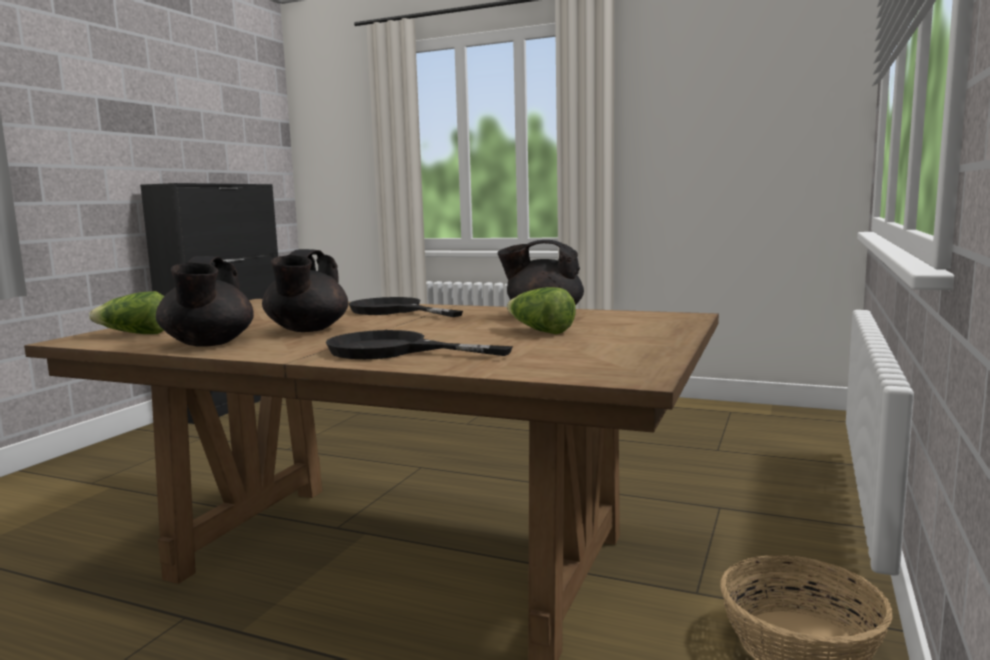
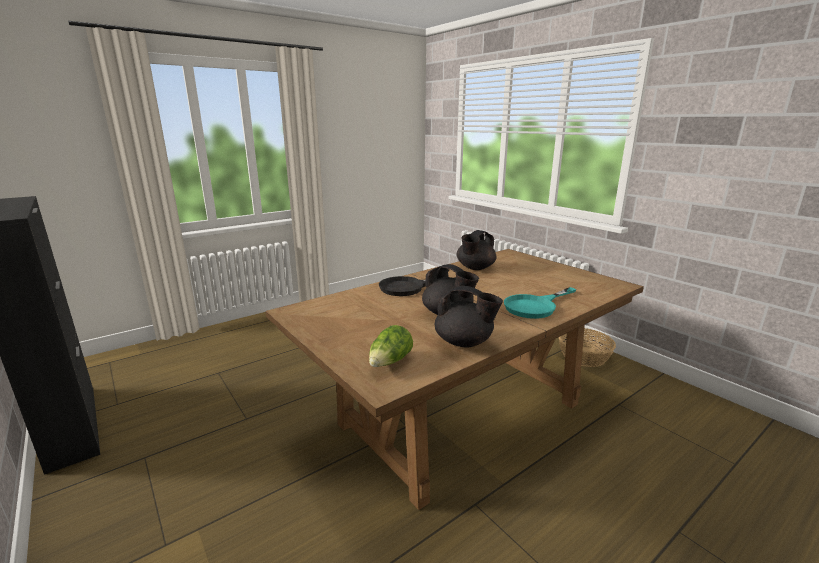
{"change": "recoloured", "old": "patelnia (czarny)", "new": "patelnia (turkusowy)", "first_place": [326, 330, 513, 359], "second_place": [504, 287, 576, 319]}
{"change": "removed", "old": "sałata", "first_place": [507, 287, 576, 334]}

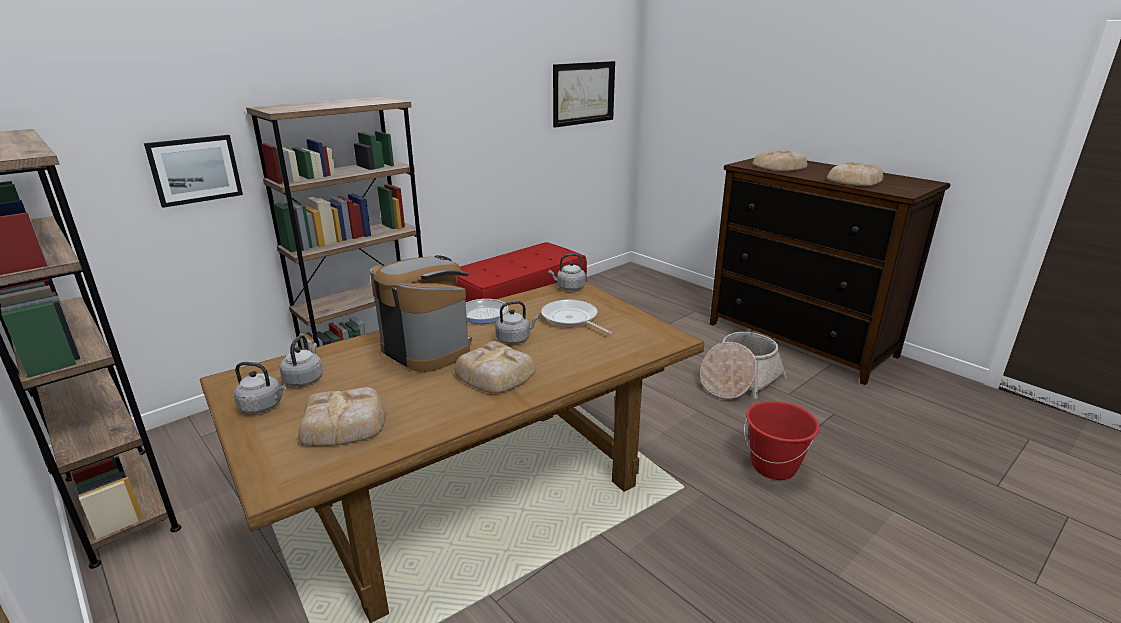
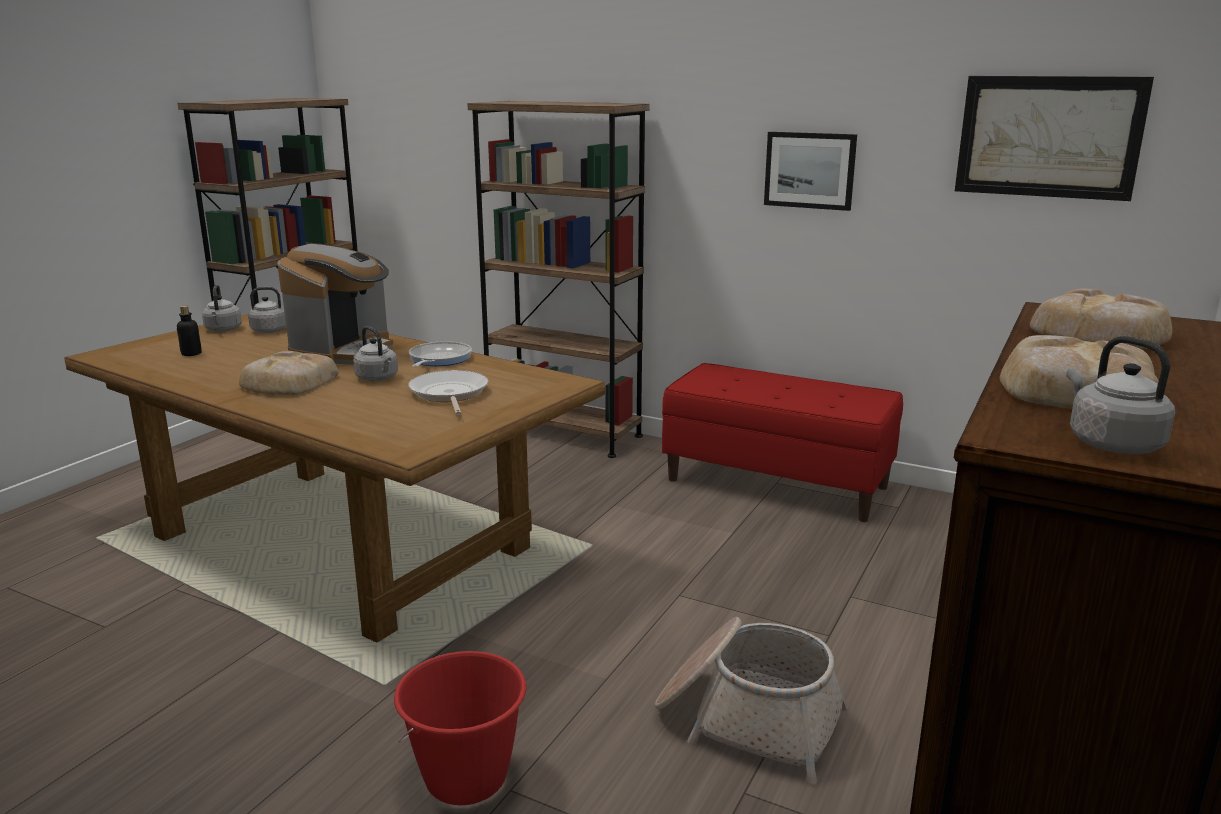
{"change": "replaced", "old": "chleb", "new": "butelka", "first_place": [298, 387, 387, 446], "second_place": [177, 305, 202, 356]}
{"change": "turned", "old": "patelnia", "first_place": [541, 299, 613, 335], "second_place": [408, 370, 488, 415], "degrees": -45}
{"change": "moved", "old": "obraz", "first_place": [144, 135, 243, 208], "second_place": [764, 132, 857, 211]}
{"change": "moved", "old": "czajnik (szary)", "first_place": [548, 254, 586, 291], "second_place": [1066, 336, 1175, 454]}

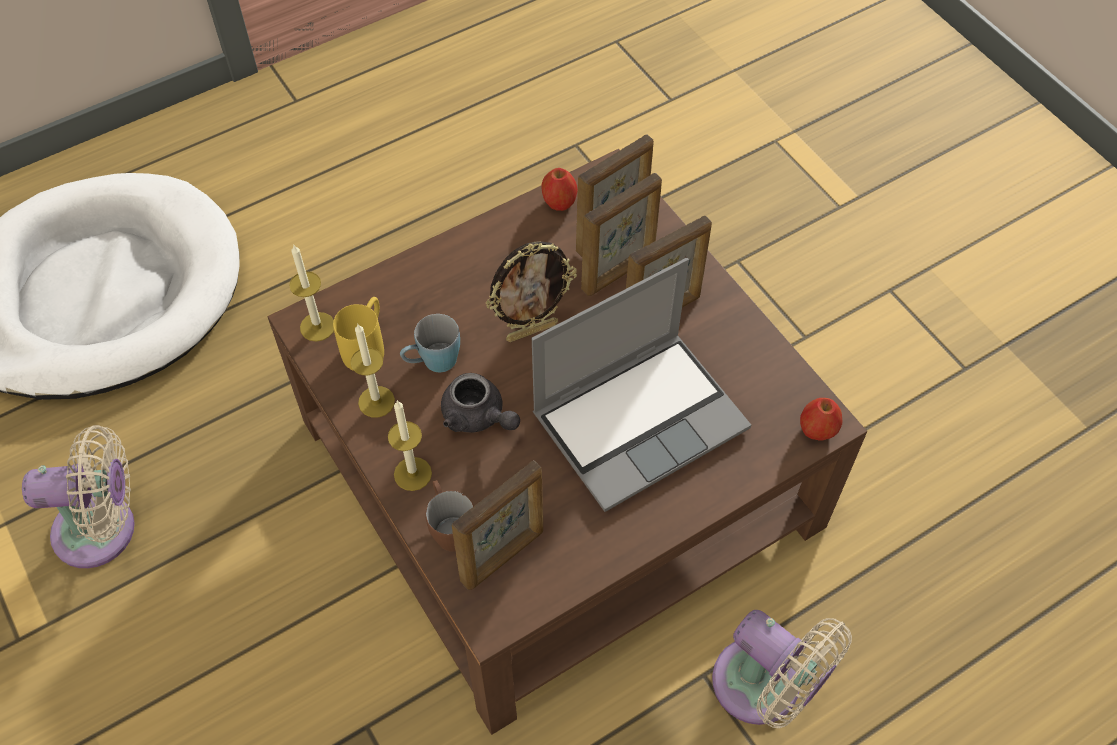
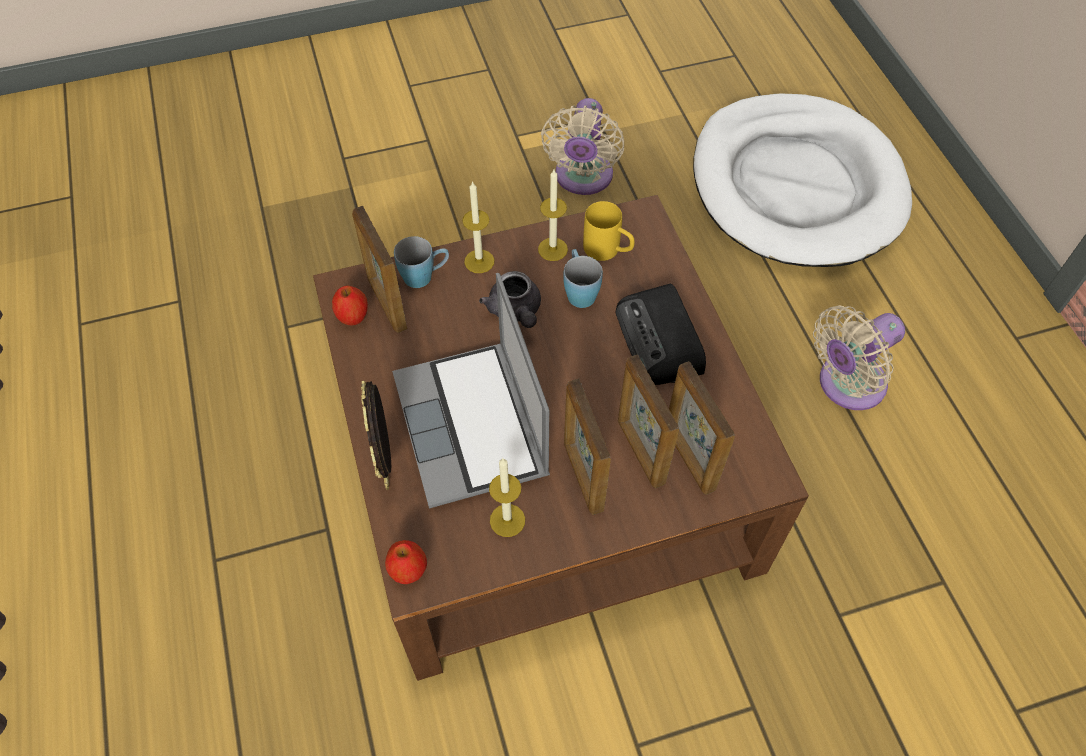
{"change": "moved", "old": "jabłko", "first_place": [541, 168, 578, 211], "second_place": [332, 285, 368, 326]}
{"change": "moved", "old": "ramka na zdjęcie", "first_place": [486, 241, 577, 342], "second_place": [361, 381, 391, 491]}
{"change": "recoloured", "old": "kubek (brązowy)", "new": "kubek (niebieski)", "first_place": [425, 480, 474, 552], "second_place": [394, 236, 449, 288]}
{"change": "turned", "old": "imbryk (szary)", "first_place": [441, 373, 520, 433], "second_place": [479, 271, 541, 328], "degrees": -75}
{"change": "moved", "old": "świeca", "first_place": [289, 244, 334, 342], "second_place": [489, 458, 525, 537]}
{"change": "added", "new": "radio", "second_place": [616, 284, 706, 385]}
{"change": "moved", "old": "wentylator (beżowy)", "first_place": [712, 610, 852, 728], "second_place": [813, 305, 905, 410]}

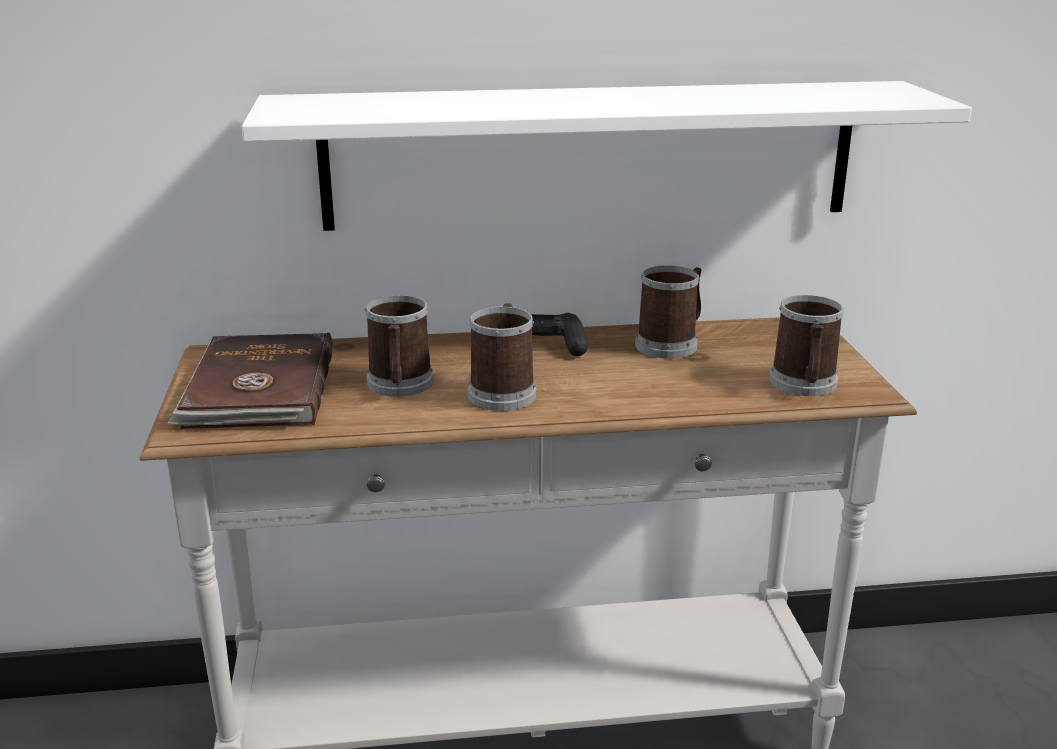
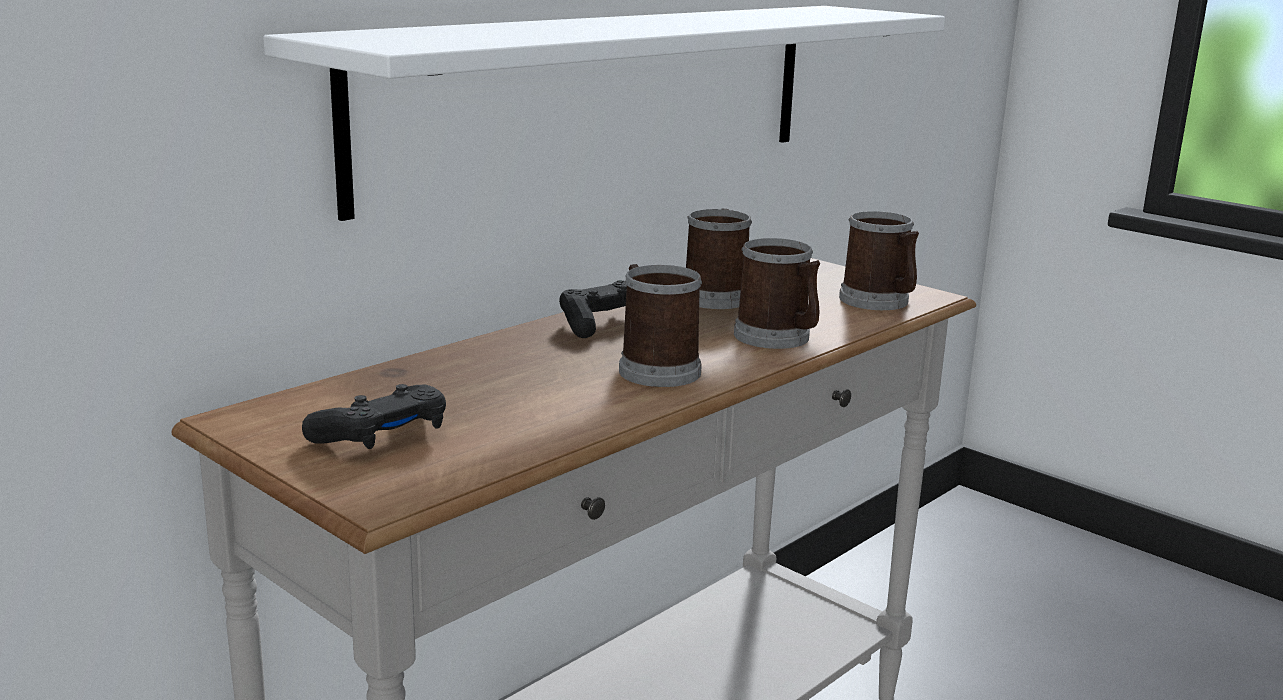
{"change": "replaced", "old": "książka (brązowy)", "new": "pad do gier (czarny)", "first_place": [167, 333, 333, 429], "second_place": [302, 384, 446, 449]}
{"change": "moved", "old": "kubek", "first_place": [365, 295, 434, 397], "second_place": [734, 238, 820, 349]}

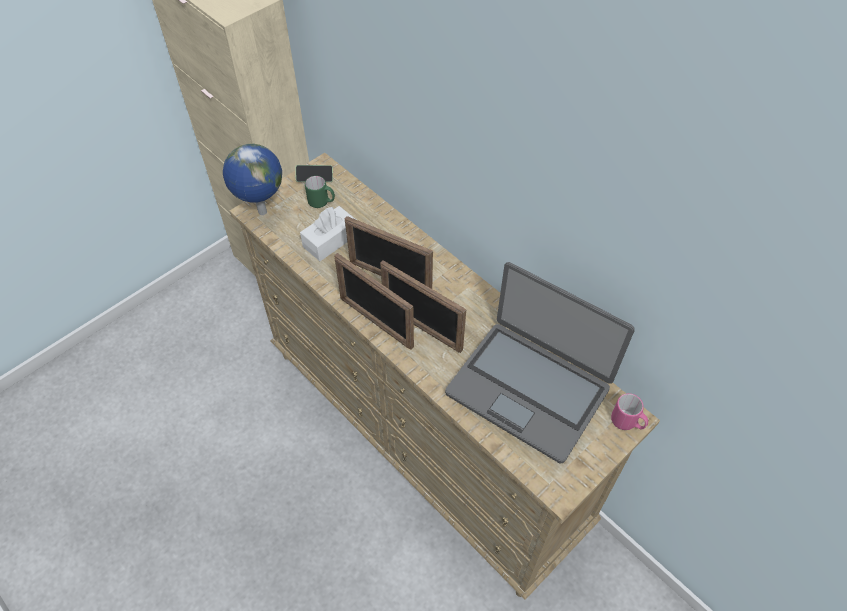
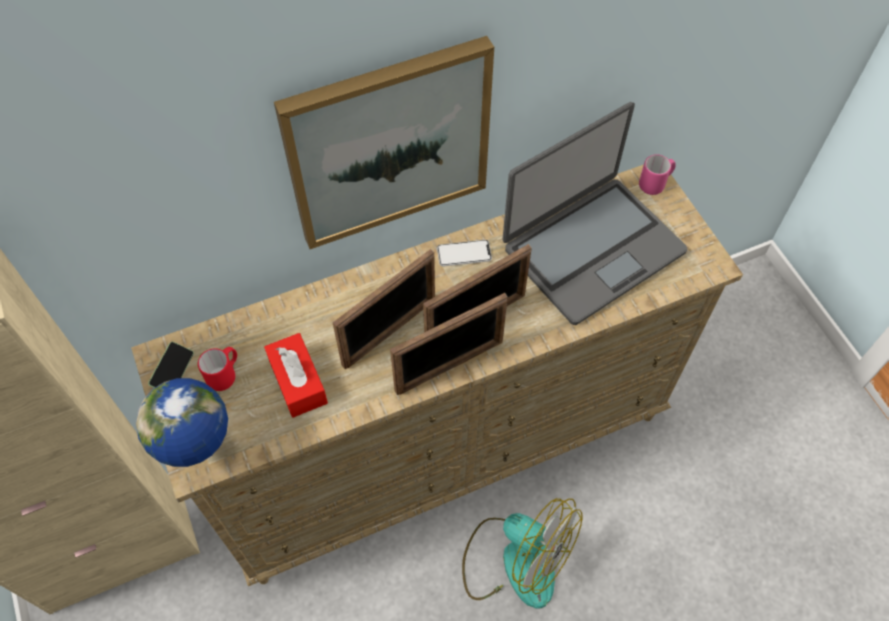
{"change": "recoloured", "old": "kubek (zielony)", "new": "kubek (czerwony)", "first_place": [305, 176, 335, 208], "second_place": [198, 347, 237, 391]}
{"change": "recoloured", "old": "pudełko chusteczek (biały)", "new": "pudełko chusteczek (czerwony)", "first_place": [300, 206, 356, 261], "second_place": [264, 333, 328, 418]}
{"change": "added", "new": "obraz", "second_place": [274, 36, 494, 249]}
{"change": "added", "new": "telefon", "second_place": [437, 240, 492, 267]}
{"change": "added", "new": "wentylator", "second_place": [462, 498, 583, 609]}

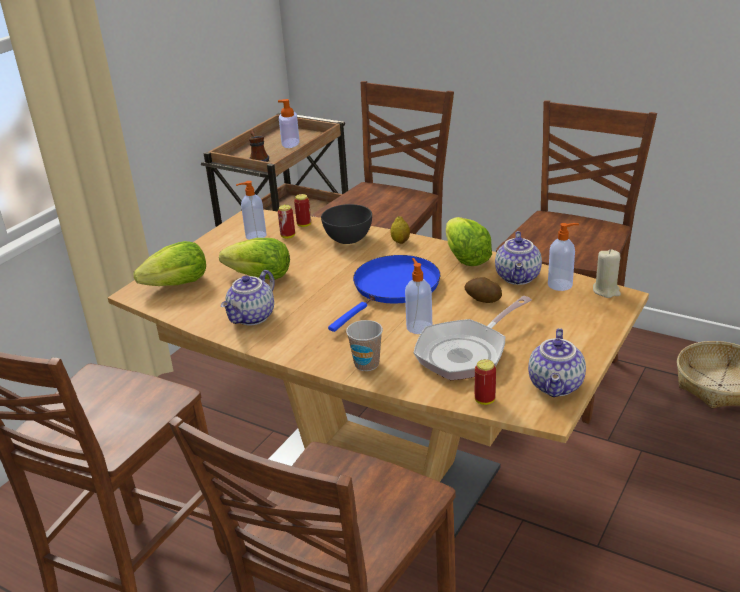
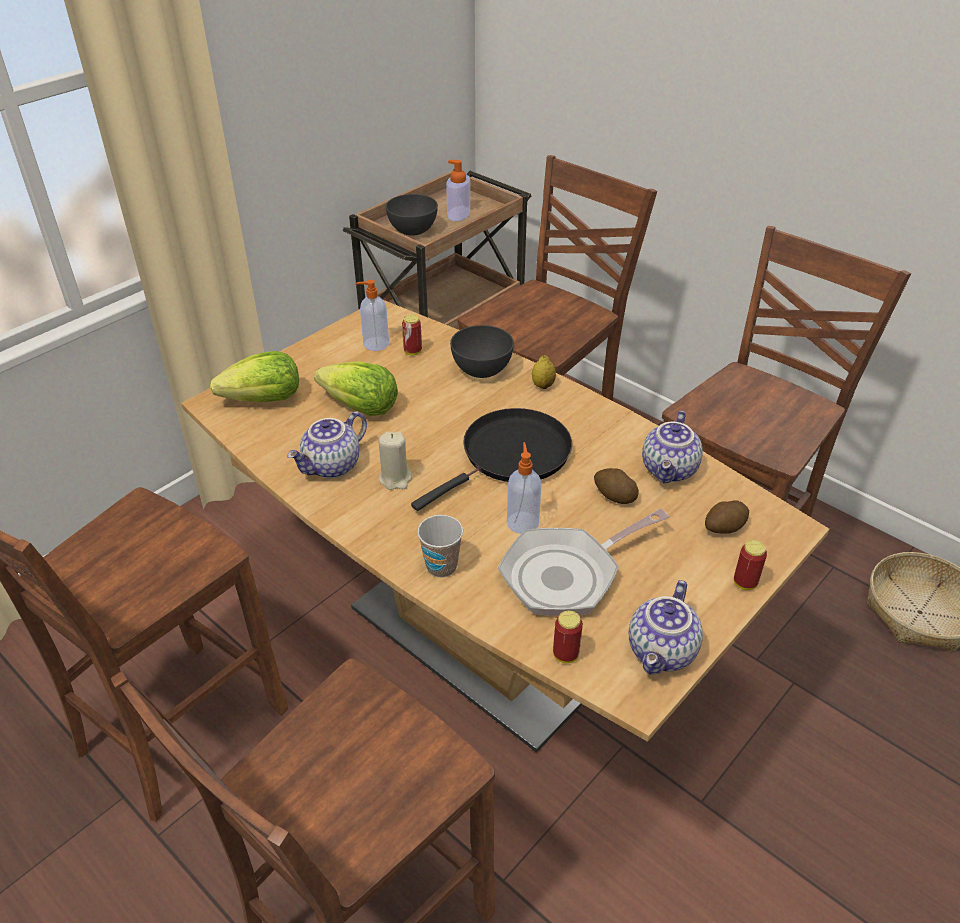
{"change": "moved", "old": "świeca (beżowy)", "first_place": [593, 249, 621, 298], "second_place": [378, 432, 412, 490]}
{"change": "replaced", "old": "kubek", "new": "miska (szary)", "first_place": [249, 130, 269, 162], "second_place": [386, 194, 438, 236]}
{"change": "recoloured", "old": "patelnia (niebieski)", "new": "patelnia (czarny)", "first_place": [328, 255, 441, 332], "second_place": [411, 408, 572, 511]}
{"change": "added", "new": "ziemniak", "second_place": [705, 500, 749, 534]}
{"change": "moved", "old": "puszka", "first_place": [294, 194, 311, 227], "second_place": [734, 540, 767, 590]}
{"change": "removed", "old": "sałata", "first_place": [446, 217, 492, 266]}
{"change": "removed", "old": "dozownik mydła", "first_place": [548, 223, 579, 291]}

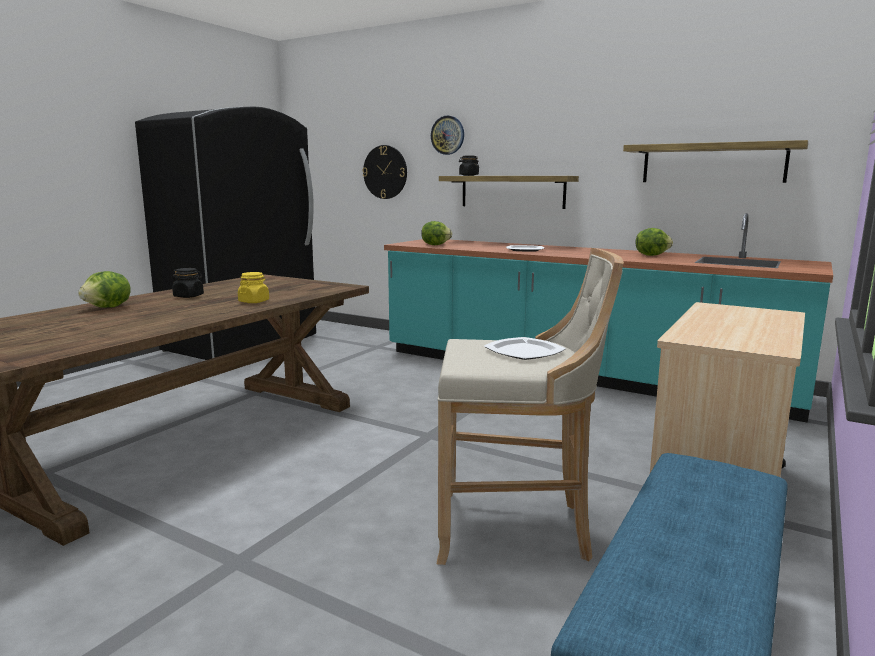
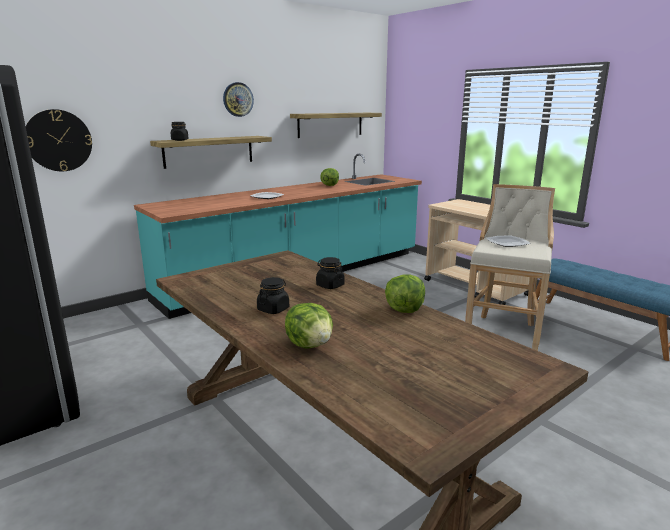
{"change": "moved", "old": "zegar ścienny", "first_place": [431, 116, 464, 155], "second_place": [223, 82, 254, 117]}
{"change": "recoloured", "old": "słoik (żółty)", "new": "słoik (czarny)", "first_place": [238, 272, 269, 303], "second_place": [316, 257, 345, 289]}
{"change": "moved", "old": "sałata", "first_place": [421, 221, 452, 245], "second_place": [385, 275, 425, 313]}

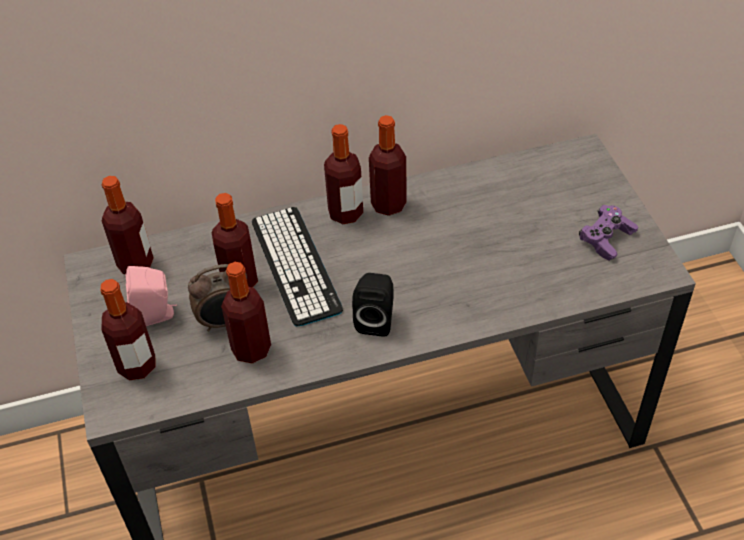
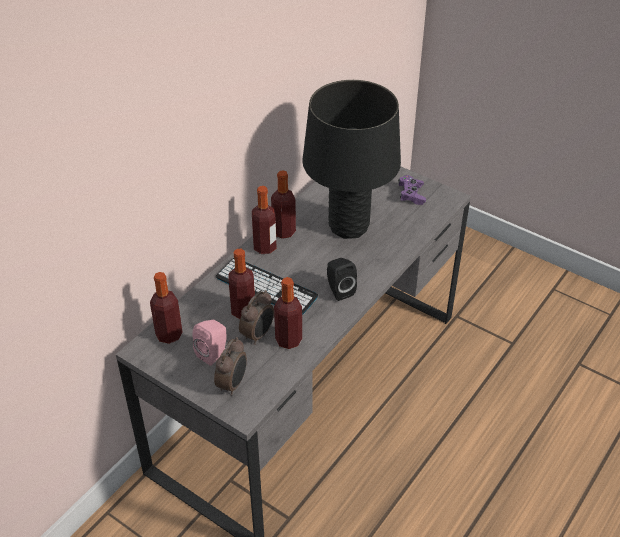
{"change": "replaced", "old": "butelka", "new": "budzik", "first_place": [101, 279, 156, 380], "second_place": [214, 337, 247, 396]}
{"change": "added", "new": "lampa stołowa (czarny)", "second_place": [303, 80, 401, 239]}

